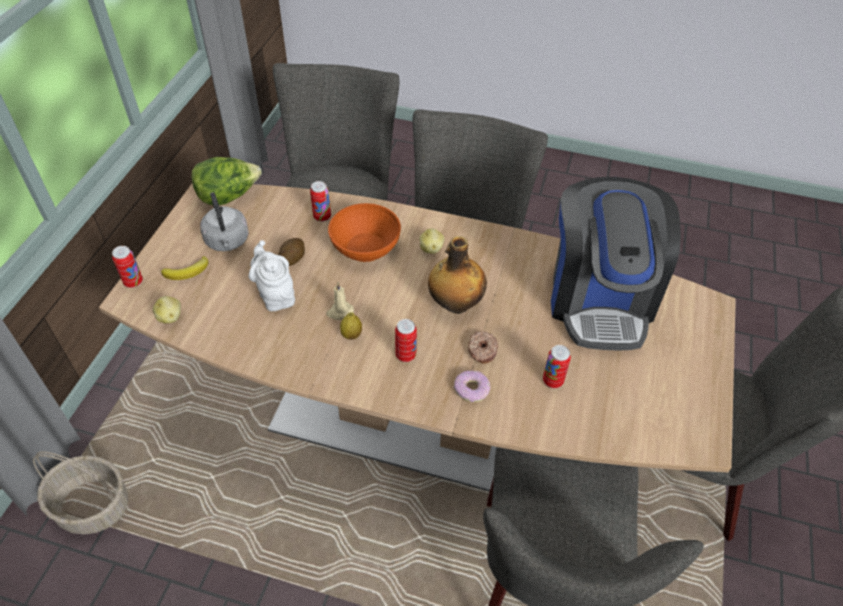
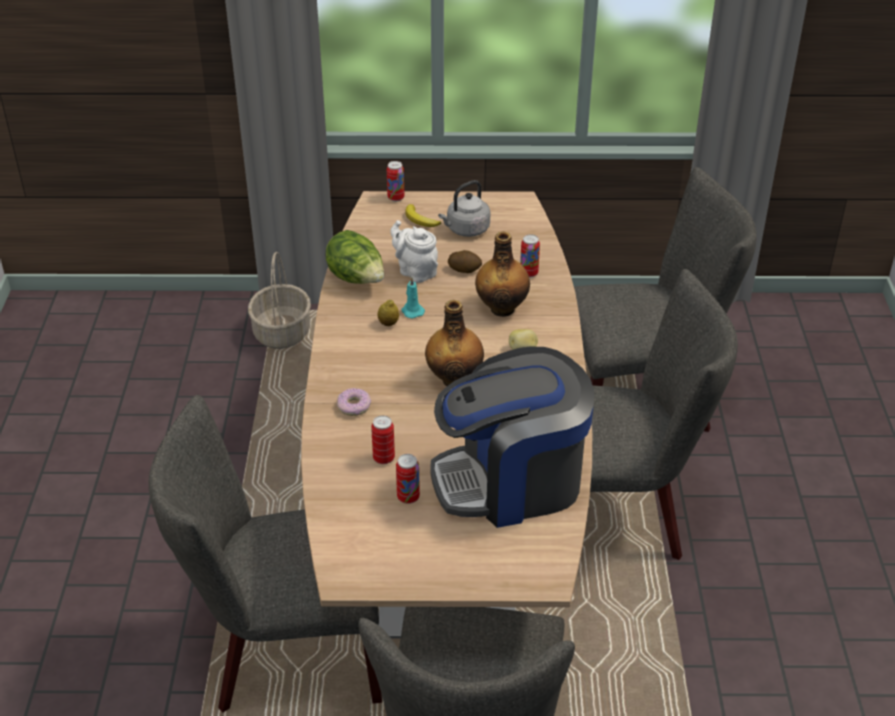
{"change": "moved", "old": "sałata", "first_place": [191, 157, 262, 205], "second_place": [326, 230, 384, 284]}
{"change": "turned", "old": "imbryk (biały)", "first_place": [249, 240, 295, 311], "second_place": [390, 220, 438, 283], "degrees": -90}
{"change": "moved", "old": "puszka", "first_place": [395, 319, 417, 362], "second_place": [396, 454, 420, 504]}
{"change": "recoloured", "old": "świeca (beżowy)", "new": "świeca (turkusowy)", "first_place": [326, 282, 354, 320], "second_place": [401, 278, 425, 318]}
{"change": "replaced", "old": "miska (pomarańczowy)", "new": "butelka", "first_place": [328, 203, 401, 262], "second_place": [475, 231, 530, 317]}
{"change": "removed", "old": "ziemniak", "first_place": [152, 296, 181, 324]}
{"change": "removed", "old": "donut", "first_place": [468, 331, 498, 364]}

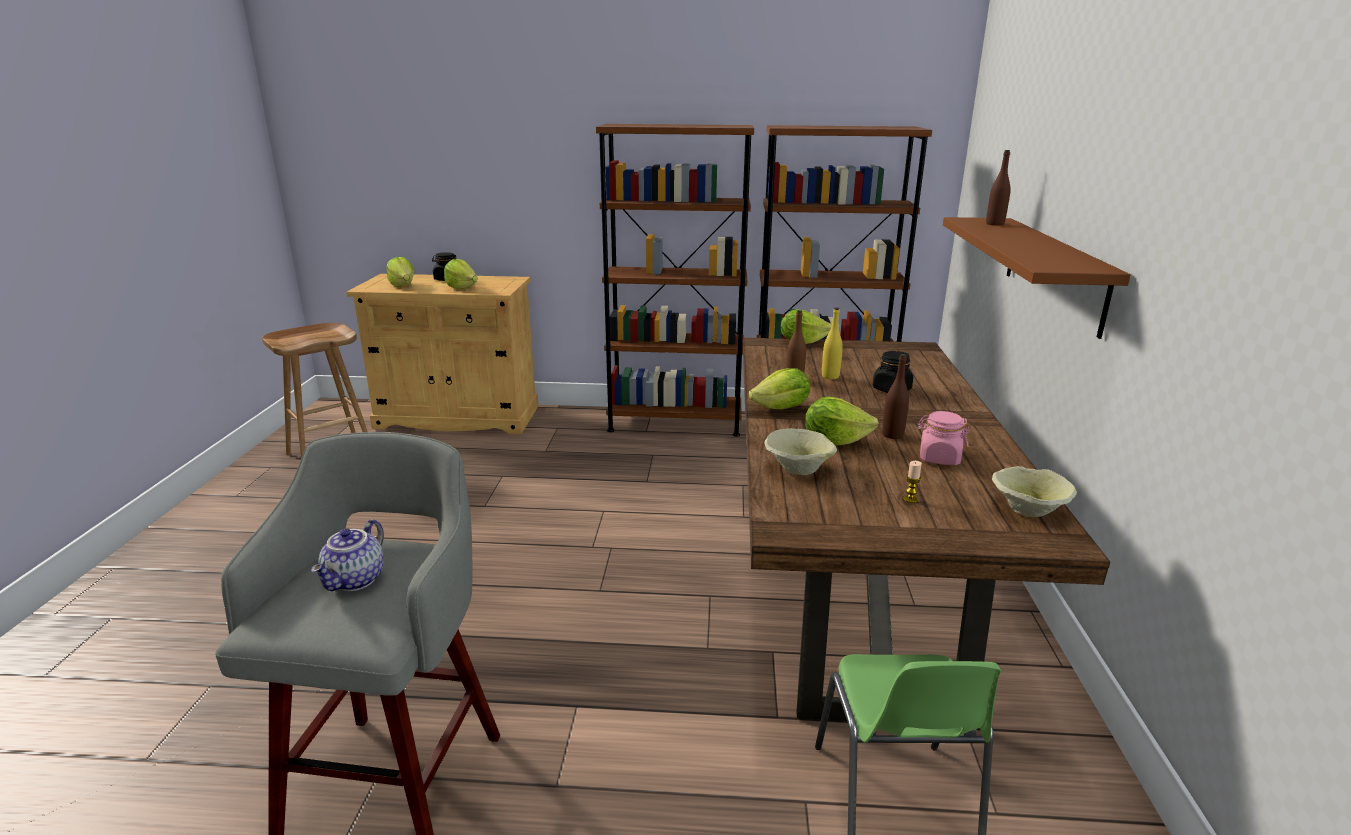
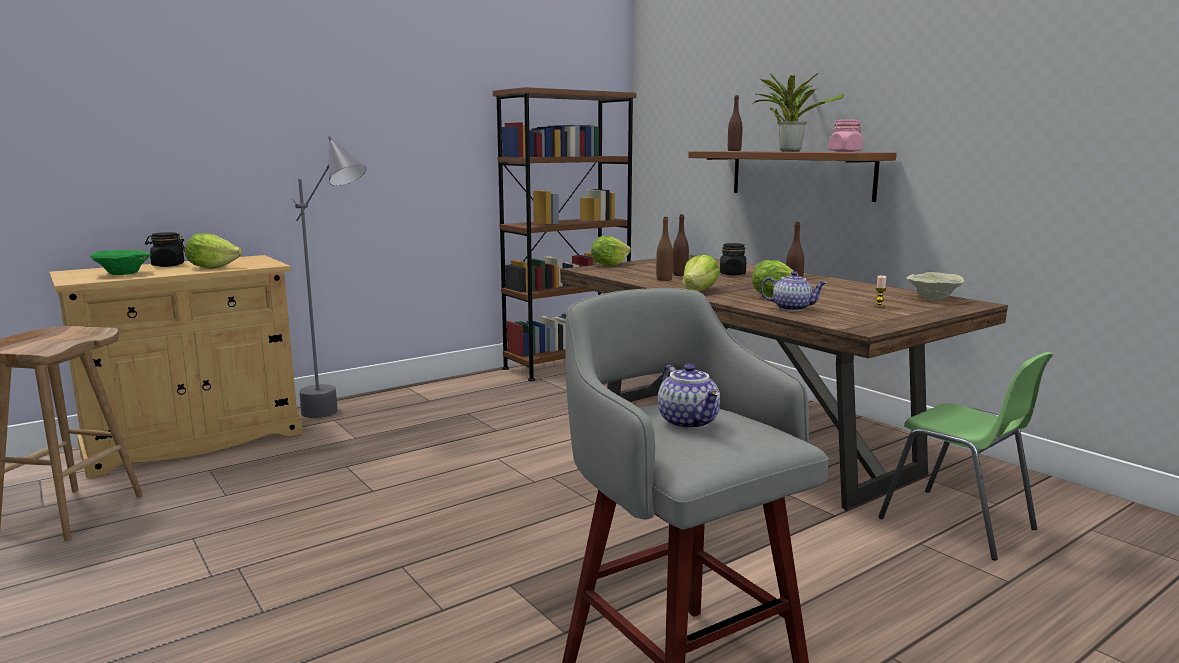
{"change": "replaced", "old": "sałata", "new": "miska (zielony)", "first_place": [386, 257, 414, 287], "second_place": [90, 250, 151, 275]}
{"change": "added", "new": "lampa stojąca (szary)", "second_place": [292, 136, 366, 418]}
{"change": "recoloured", "old": "butelka (żółty)", "new": "butelka (brązowy)", "first_place": [822, 307, 843, 379], "second_place": [673, 214, 689, 276]}
{"change": "added", "new": "roślina doniczkowa", "second_place": [754, 73, 844, 152]}
{"change": "replaced", "old": "miska (beżowy)", "new": "imbryk", "first_place": [764, 428, 837, 475], "second_place": [760, 271, 827, 311]}
{"change": "moved", "old": "słoik (różowy)", "first_place": [917, 411, 970, 465], "second_place": [829, 120, 863, 152]}
{"change": "removed", "old": "regał (brązowy)", "first_place": [596, 124, 754, 437]}

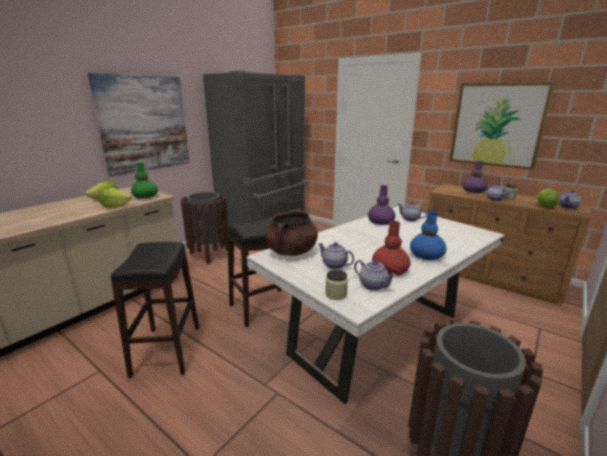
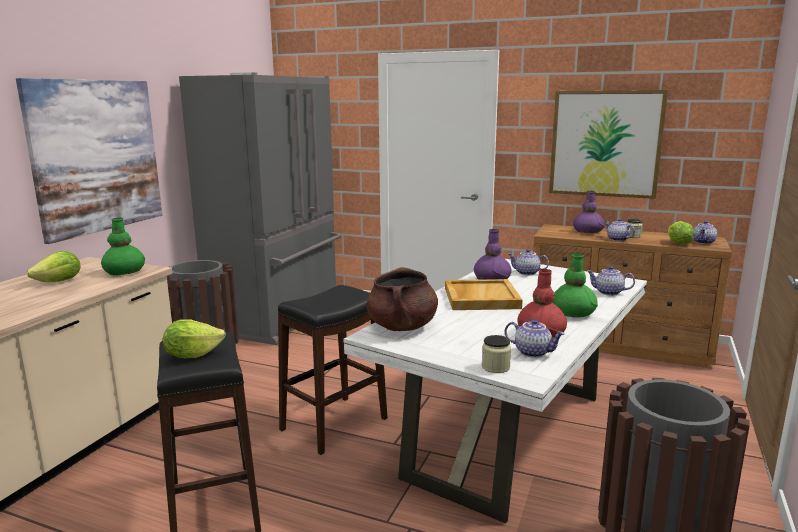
{"change": "moved", "old": "sałata", "first_place": [98, 187, 132, 208], "second_place": [163, 319, 226, 358]}
{"change": "added", "new": "taca (beżowy)", "second_place": [445, 279, 523, 310]}
{"change": "recoloured", "old": "wazon (niebieski)", "new": "wazon (zielony)", "first_place": [410, 210, 446, 260], "second_place": [552, 253, 598, 318]}
{"change": "moved", "old": "imbryk", "first_place": [318, 242, 354, 269], "second_place": [587, 266, 635, 296]}

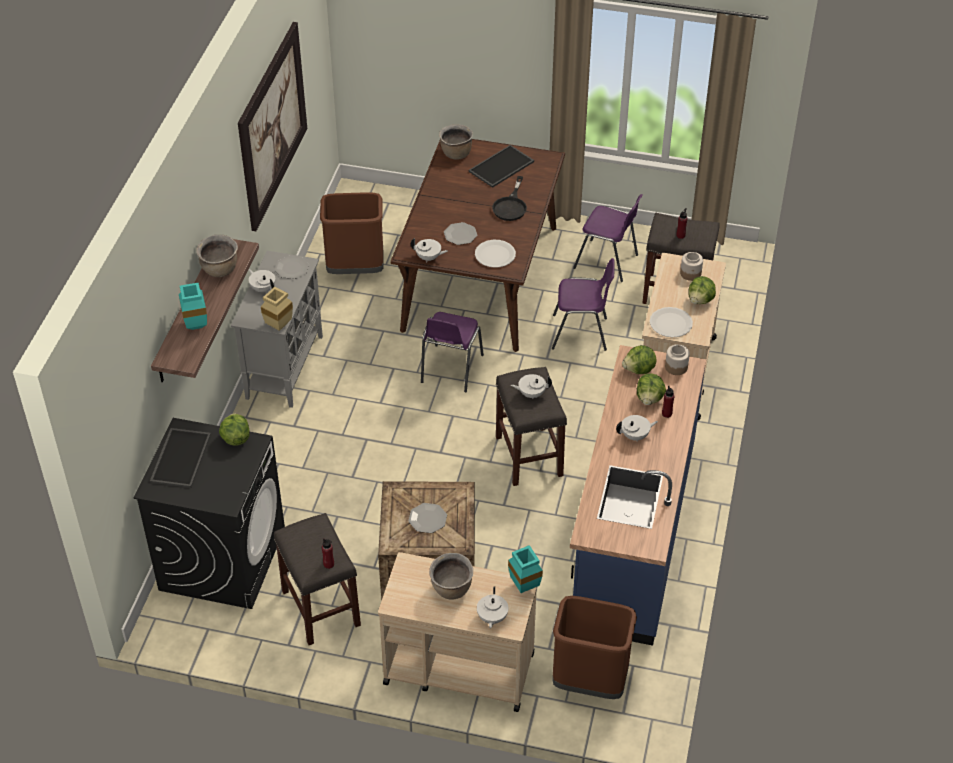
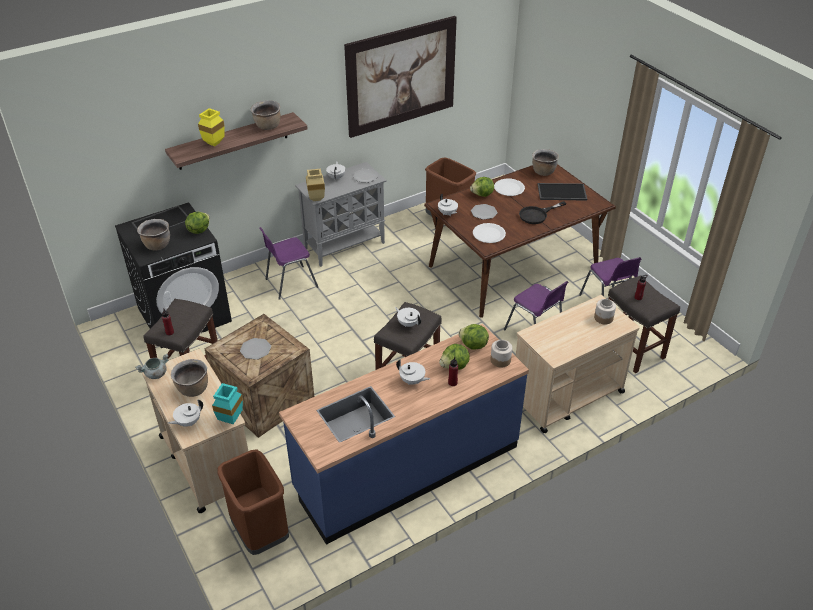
{"change": "added", "new": "garnek (szary)", "second_place": [135, 354, 168, 379]}
{"change": "added", "new": "garnek (brązowy)", "second_place": [137, 219, 170, 250]}
{"change": "recoloured", "old": "wazon (turkusowy)", "new": "wazon (żółty)", "first_place": [179, 283, 207, 330], "second_place": [198, 108, 225, 146]}
{"change": "moved", "old": "krzesło (fioletowy)", "first_place": [421, 312, 484, 393], "second_place": [259, 227, 318, 300]}
{"change": "moved", "old": "sałata", "first_place": [688, 276, 716, 304], "second_place": [470, 177, 494, 197]}
{"change": "moved", "old": "talerz (biały)", "first_place": [650, 307, 693, 337], "second_place": [494, 179, 525, 196]}

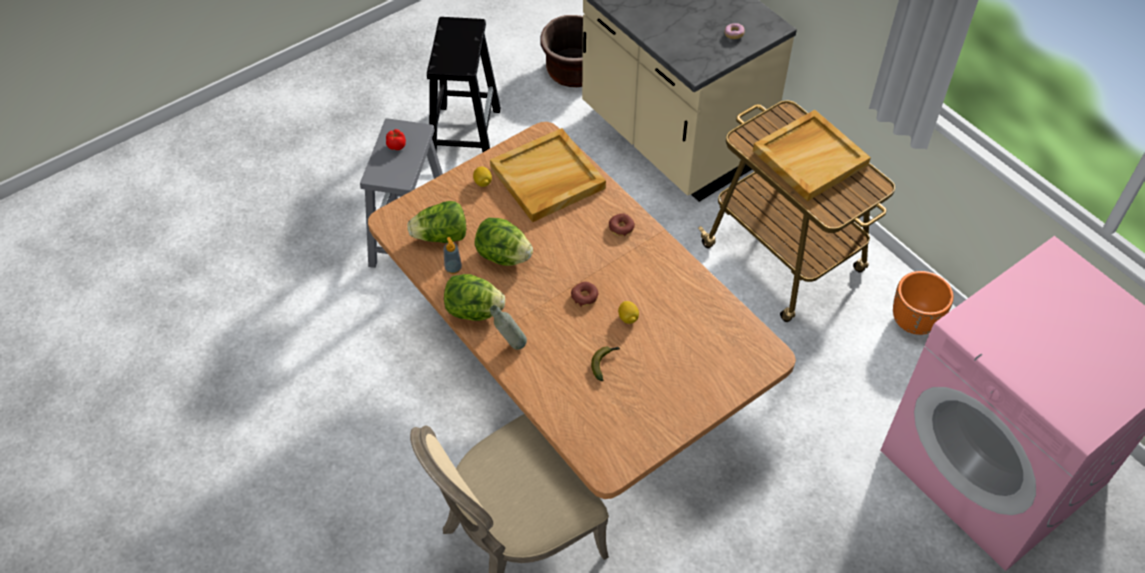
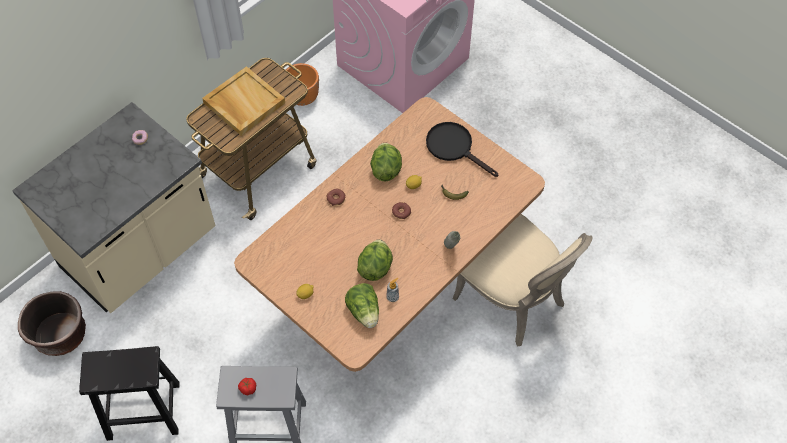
{"change": "moved", "old": "sałata", "first_place": [444, 274, 505, 321], "second_place": [370, 143, 402, 181]}
{"change": "added", "new": "patelnia (czarny)", "second_place": [426, 122, 498, 177]}
{"change": "removed", "old": "taca (beżowy)", "first_place": [490, 128, 606, 222]}

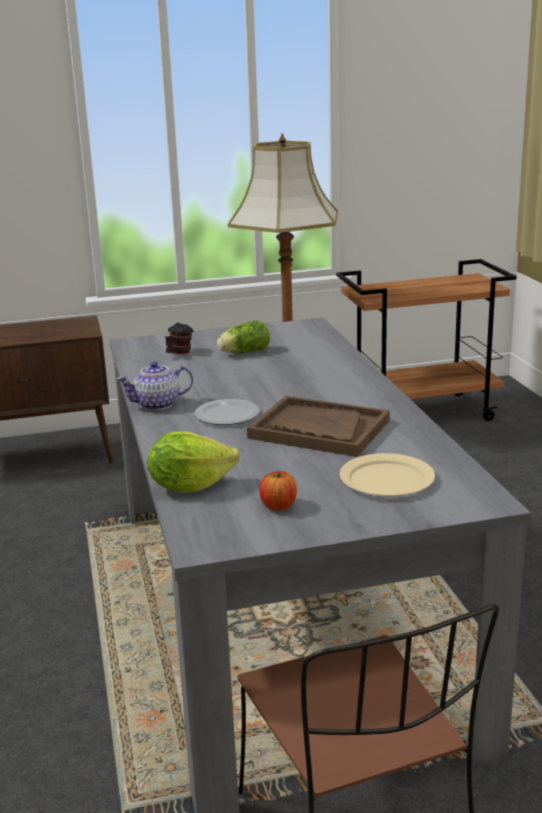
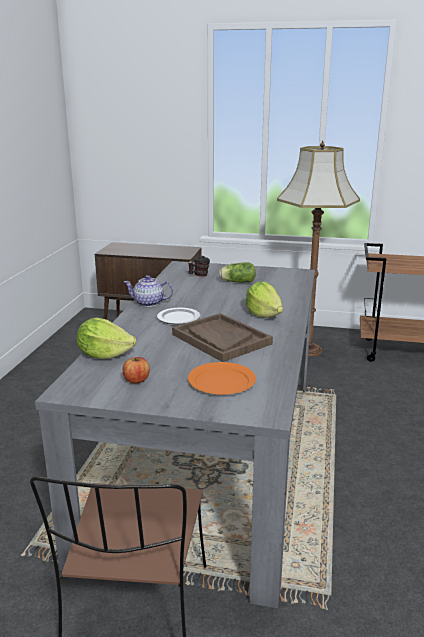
{"change": "recoloured", "old": "talerz (beżowy)", "new": "talerz (pomarańczowy)", "first_place": [340, 453, 435, 497], "second_place": [188, 362, 256, 395]}
{"change": "added", "new": "sałata", "second_place": [246, 282, 283, 318]}

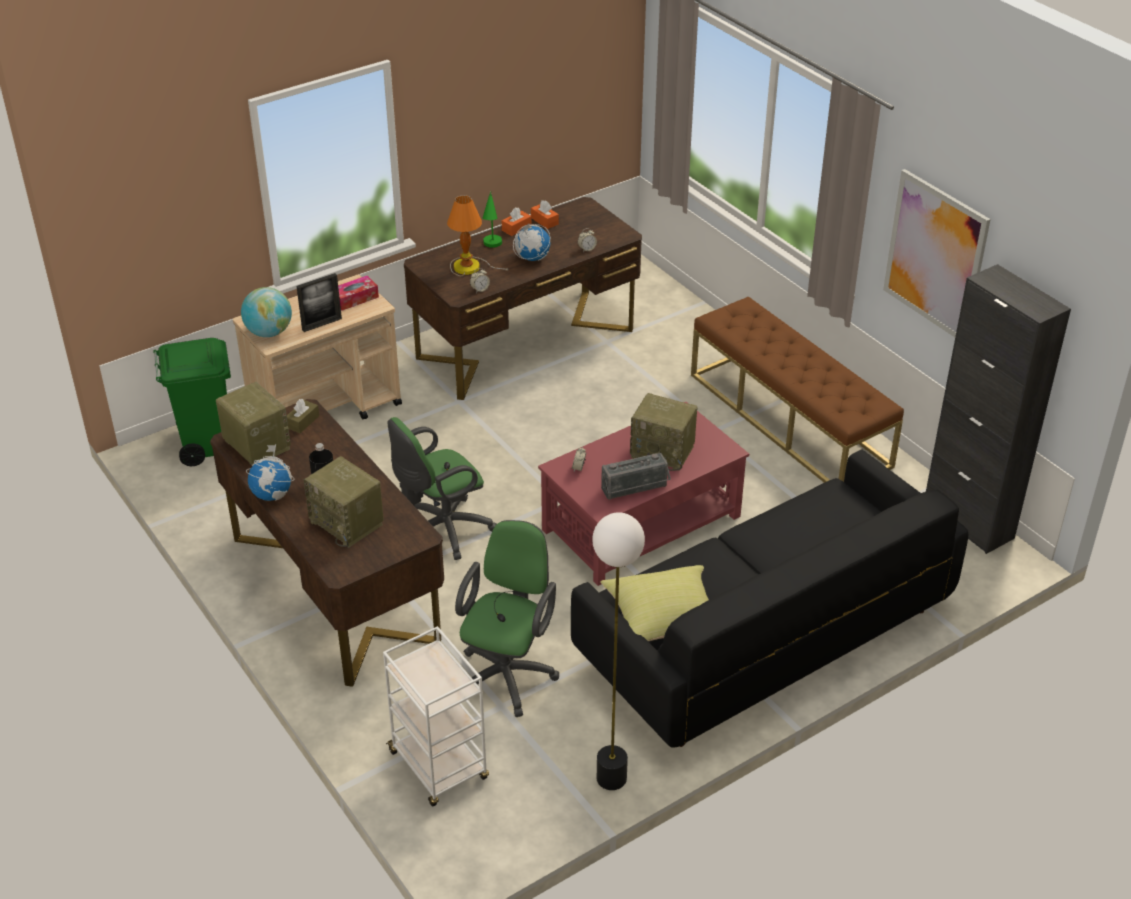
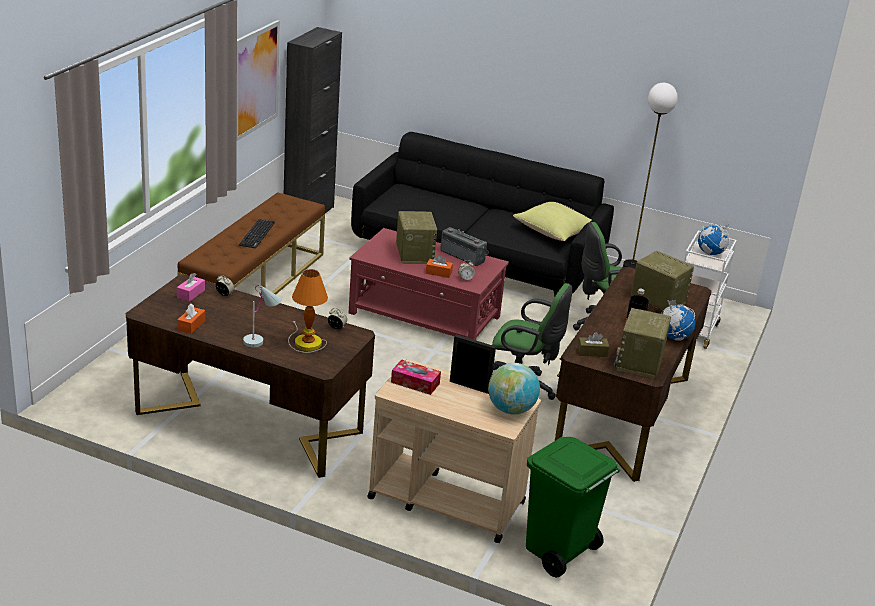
{"change": "added", "new": "pudełko chusteczek (różowy)", "second_place": [177, 273, 205, 302]}
{"change": "added", "new": "klawiatura", "second_place": [239, 219, 275, 248]}
{"change": "recoloured", "old": "lampa stołowa (zielony)", "new": "lampa stołowa (biały)", "first_place": [483, 191, 502, 248], "second_place": [243, 285, 281, 348]}
{"change": "moved", "old": "pudełko chusteczek (pomarańczowy)", "first_place": [502, 207, 531, 236], "second_place": [426, 255, 453, 278]}
{"change": "turned", "old": "radio", "first_place": [304, 456, 384, 548], "second_place": [631, 251, 694, 312], "degrees": -60}
{"change": "moved", "old": "globus", "first_place": [513, 223, 551, 261], "second_place": [698, 219, 731, 255]}

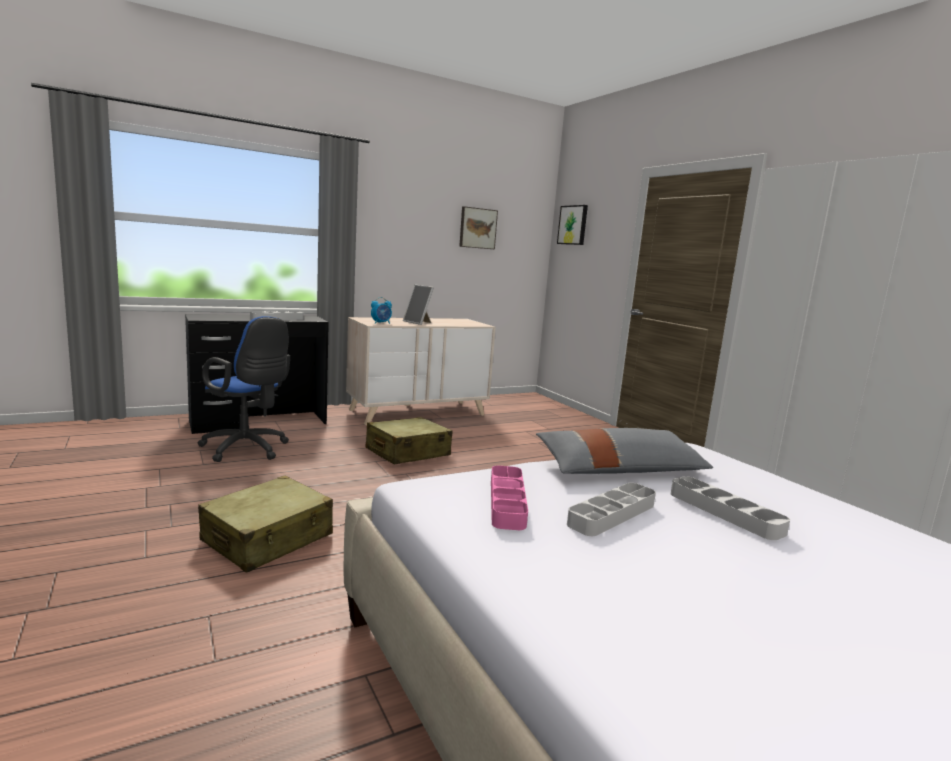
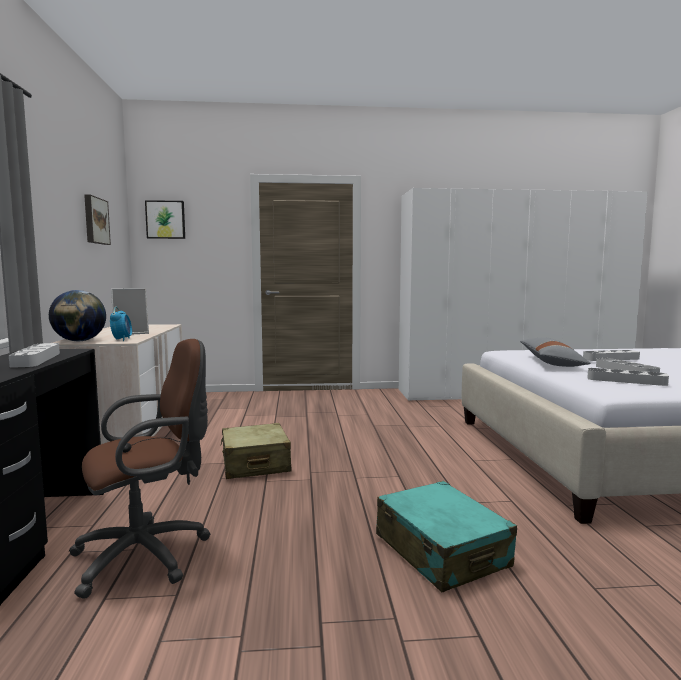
{"change": "added", "new": "globus", "second_place": [49, 290, 106, 341]}
{"change": "recoloured", "old": "krzesło biurowe (niebieski)", "new": "krzesło biurowe (brązowy)", "first_place": [197, 316, 290, 462], "second_place": [69, 339, 211, 599]}
{"change": "recoloured", "old": "walizka (beżowy)", "new": "walizka (turkusowy)", "first_place": [198, 476, 333, 573], "second_place": [376, 481, 517, 592]}
{"change": "recoloured", "old": "taca (różowy)", "new": "taca (szary)", "first_place": [491, 466, 528, 530], "second_place": [588, 368, 669, 386]}

